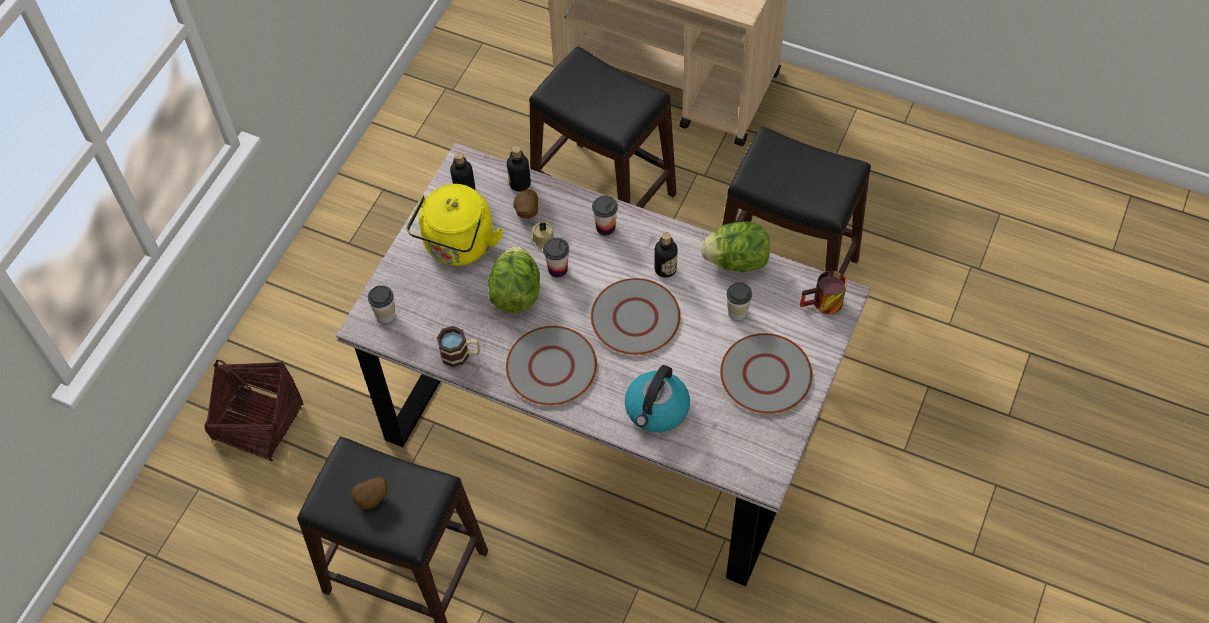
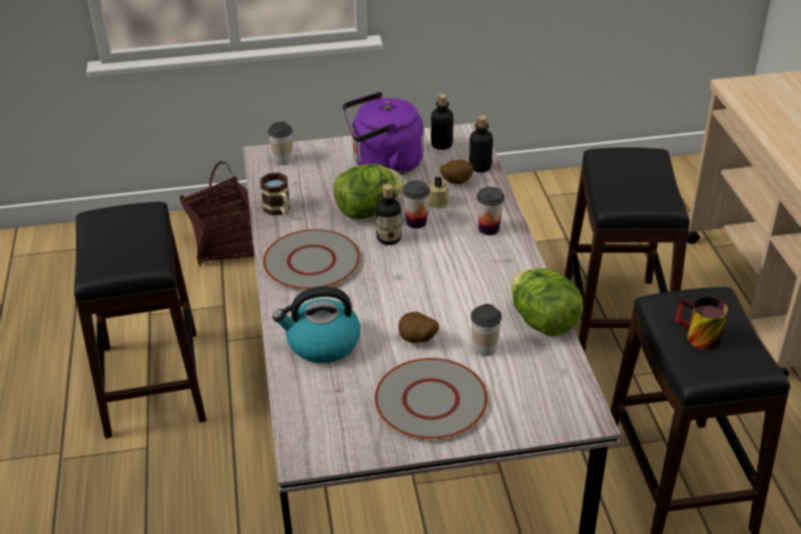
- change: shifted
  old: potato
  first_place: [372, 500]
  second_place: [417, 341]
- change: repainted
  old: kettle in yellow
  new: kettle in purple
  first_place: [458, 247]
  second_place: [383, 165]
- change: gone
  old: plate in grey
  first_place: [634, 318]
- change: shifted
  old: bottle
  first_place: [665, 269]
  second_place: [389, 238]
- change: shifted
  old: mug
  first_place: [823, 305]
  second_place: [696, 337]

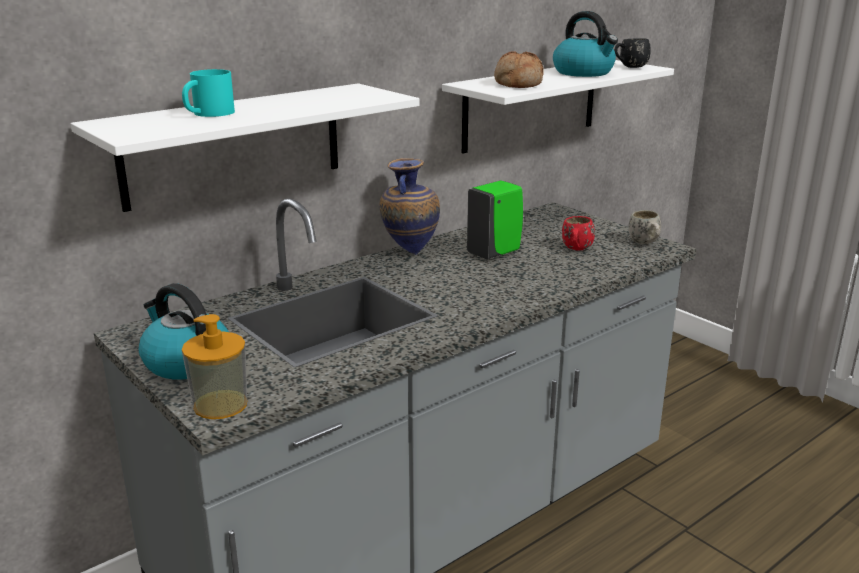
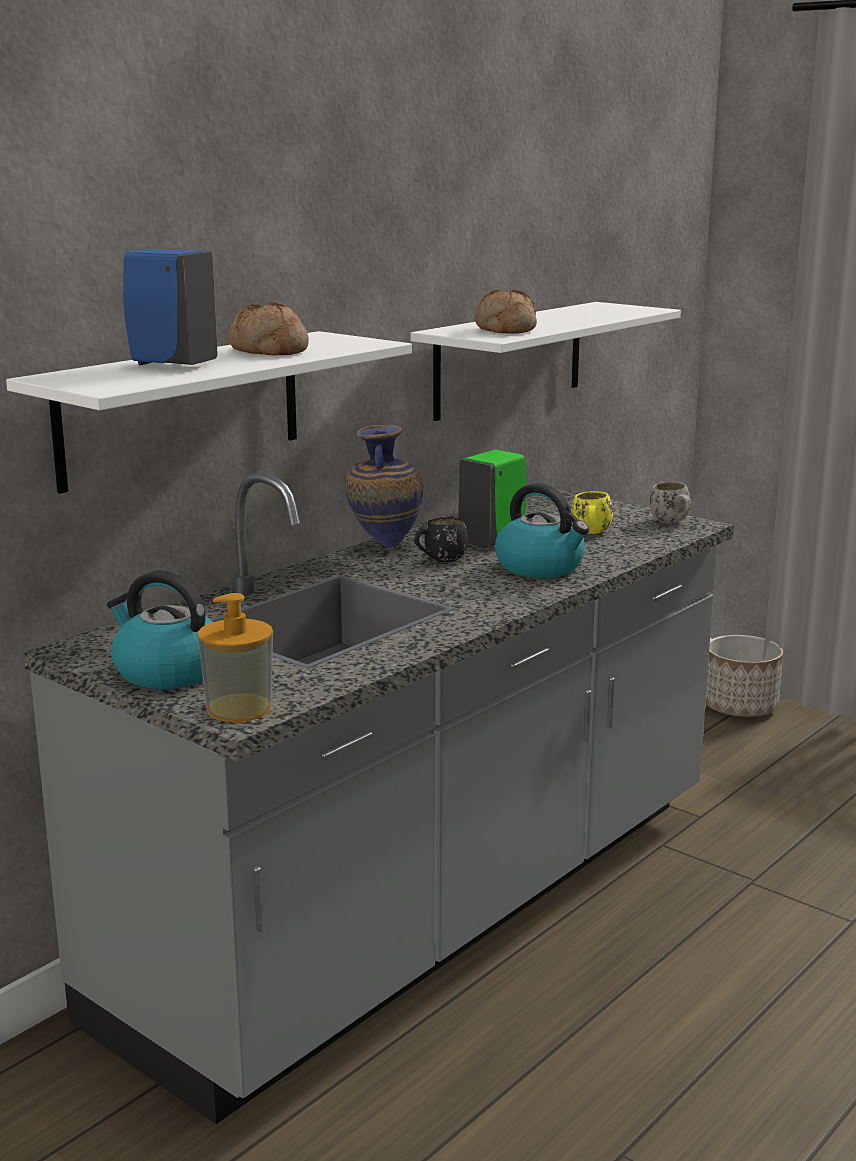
- change: swapped
  old: mug in turquoise
  new: soap dispenser in blue
  first_place: [208, 114]
  second_place: [171, 365]
- change: shifted
  old: kettle
  first_place: [584, 73]
  second_place: [541, 567]
- change: repainted
  old: mug in red
  new: mug in yellow
  first_place: [576, 250]
  second_place: [591, 533]
- change: shifted
  old: mug in black
  first_place: [629, 67]
  second_place: [440, 561]
- change: new
  new: bread
  second_place: [268, 351]
- change: new
  new: planter
  second_place: [740, 706]

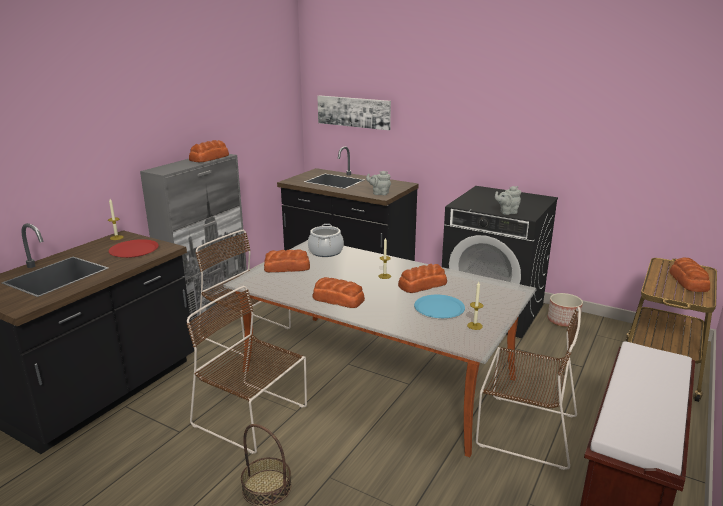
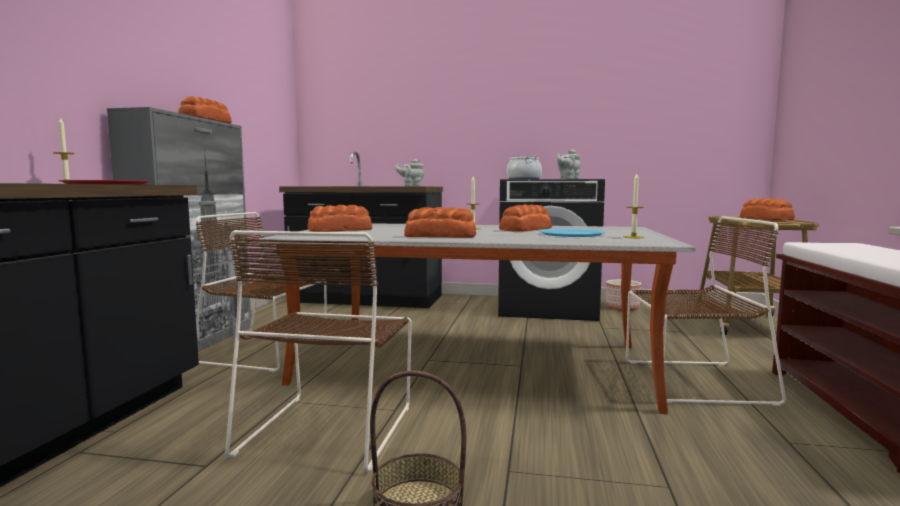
- change: rotated
  old: chair in brown
  first_place: [252, 417]
  second_place: [330, 427]
  degrees: -90
- change: shifted
  old: cooking pot
  first_place: [325, 251]
  second_place: [523, 179]
- change: gone
  old: picture
  first_place: [354, 112]

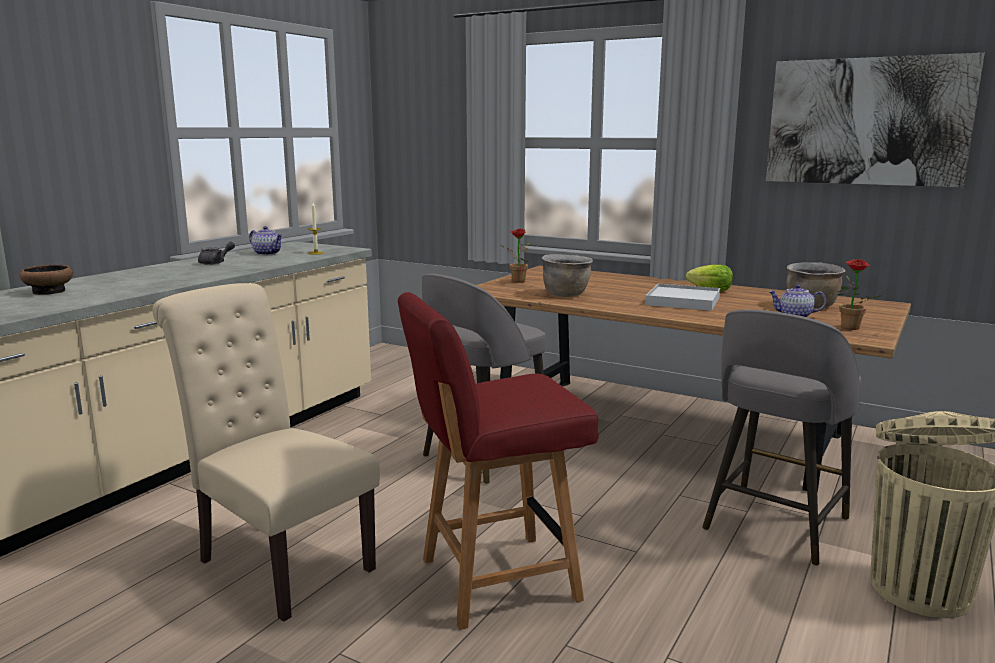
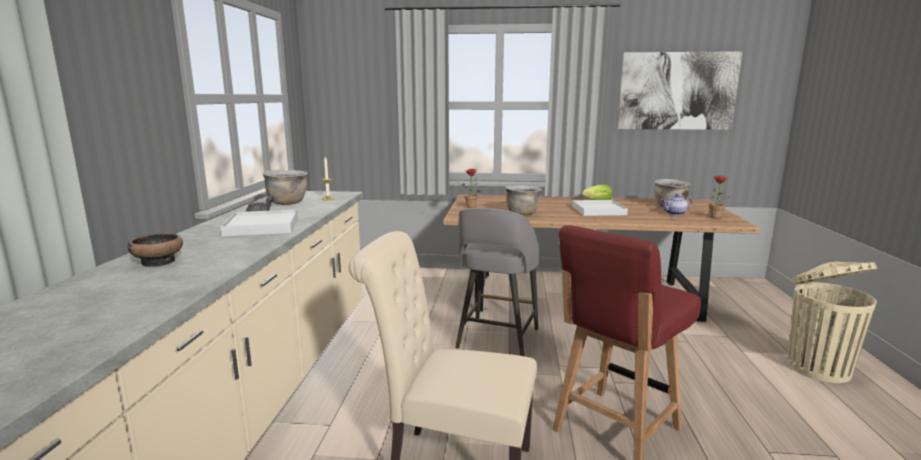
- change: swapped
  old: teapot
  new: cooking pot in brown
  first_place: [268, 254]
  second_place: [288, 203]
- change: gone
  old: stool in grey
  first_place: [774, 525]
- change: new
  new: tray in white
  second_place: [262, 226]

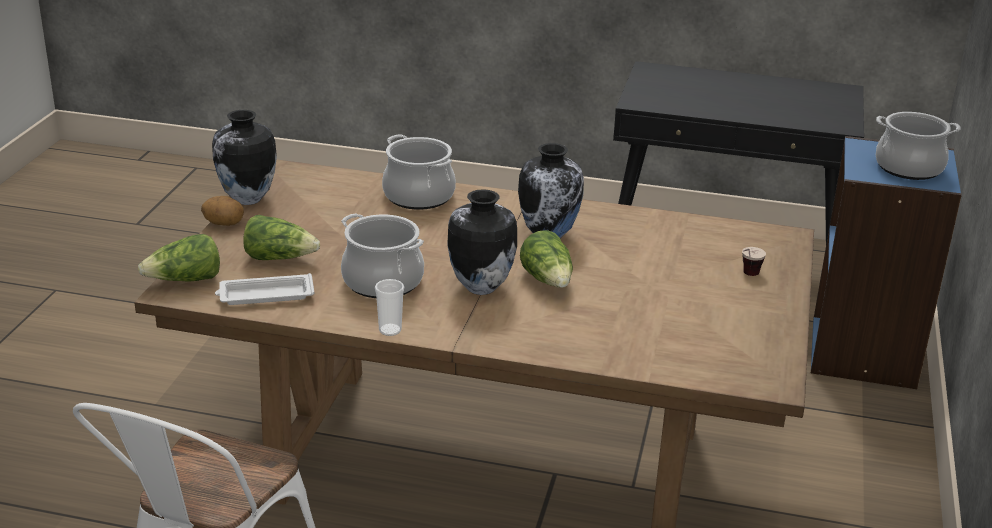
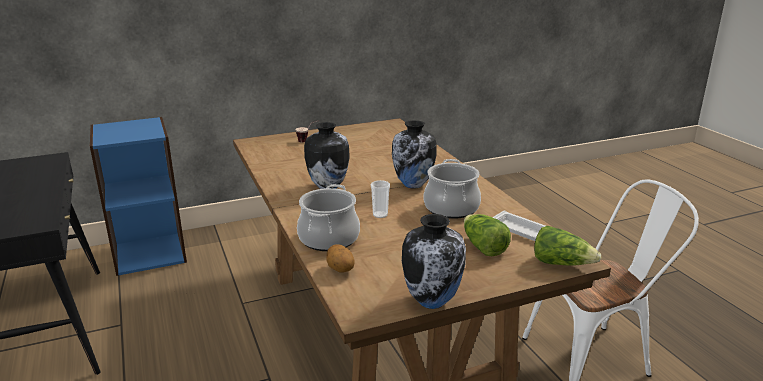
- change: shifted
  old: potato
  first_place: [224, 223]
  second_place: [340, 270]
- change: shifted
  old: cup
  first_place: [390, 330]
  second_place: [380, 215]
- change: gone
  old: lettuce
  first_place: [548, 280]
- change: gone
  old: cooking pot
  first_place: [908, 168]

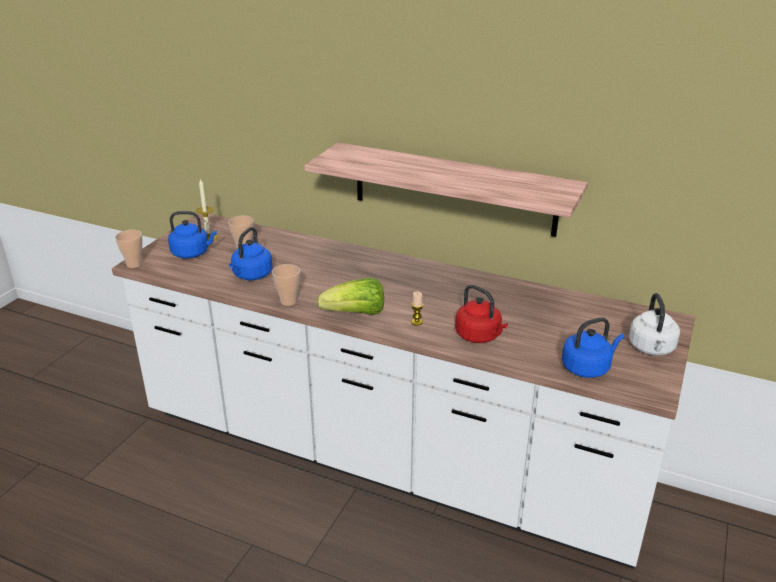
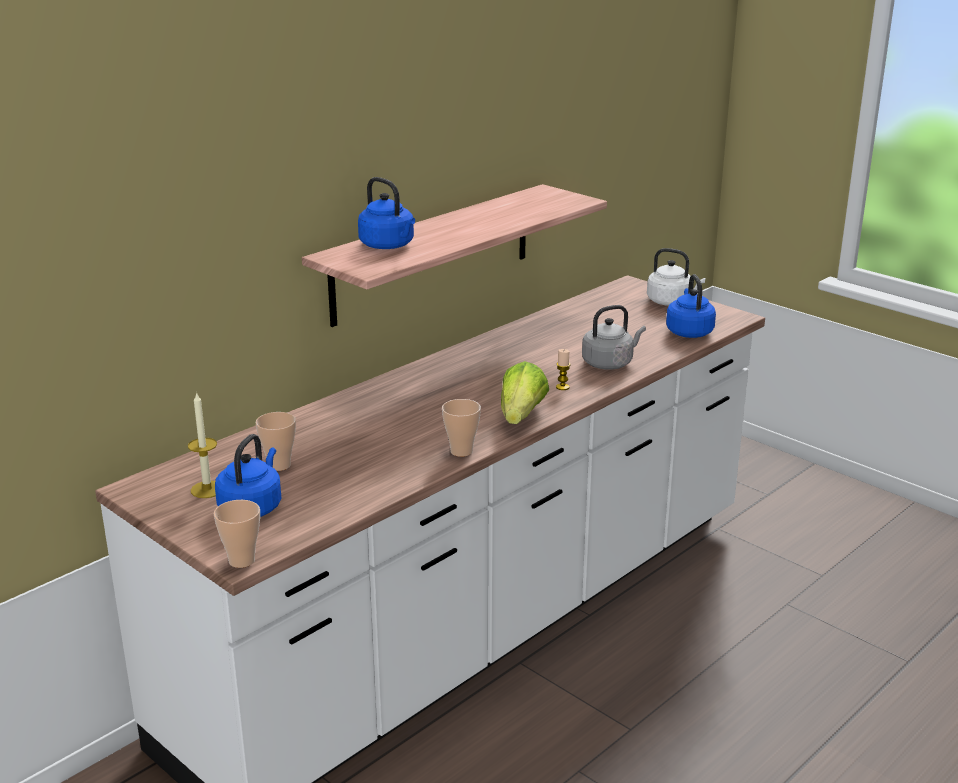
- change: shifted
  old: kettle in blue
  first_place: [251, 275]
  second_place: [389, 246]
- change: repainted
  old: kettle in red
  new: kettle in grey
  first_place: [479, 336]
  second_place: [609, 363]

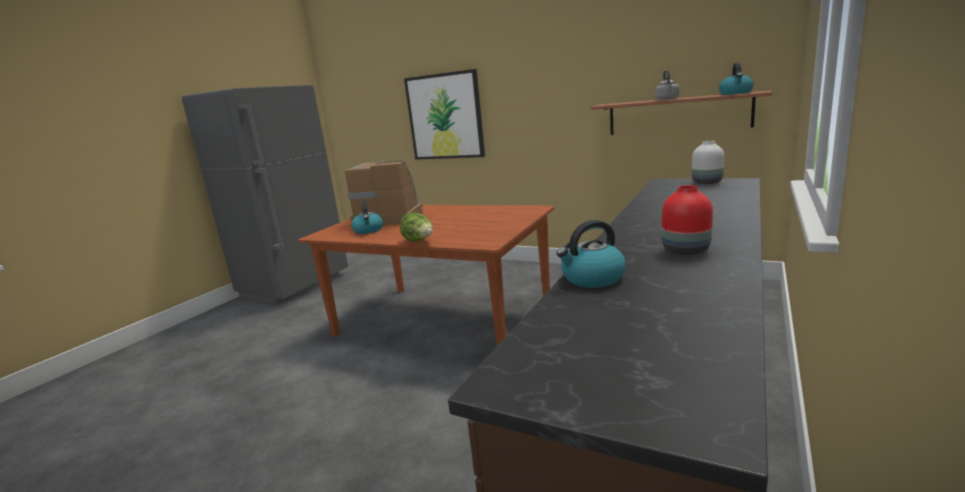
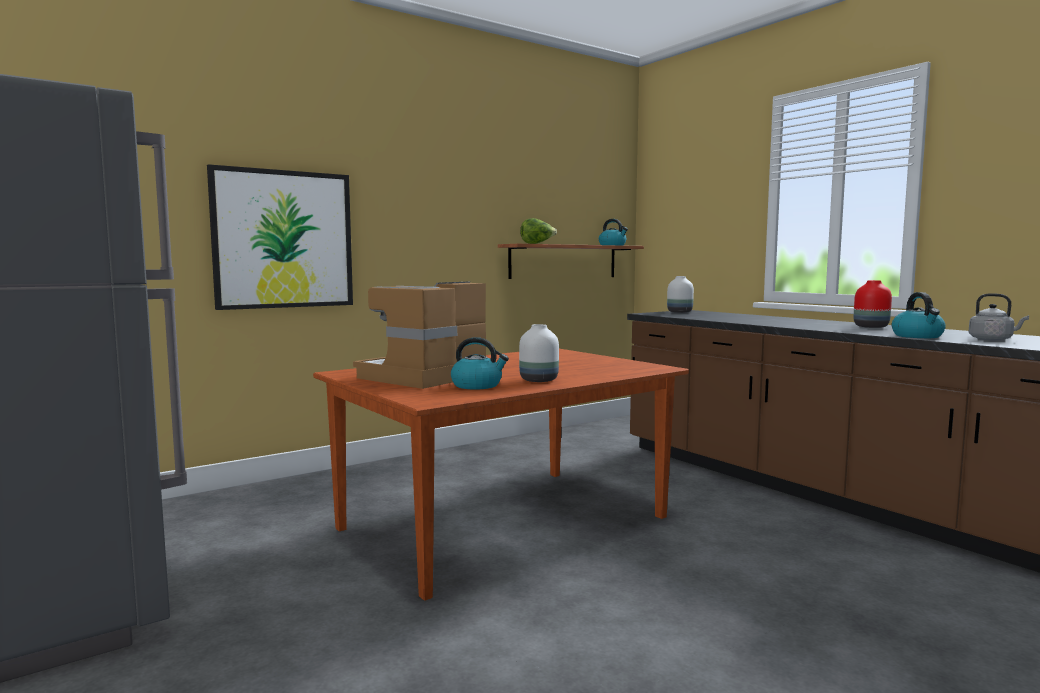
- change: shifted
  old: lettuce
  first_place: [419, 241]
  second_place: [537, 243]
- change: shifted
  old: kettle in grey
  first_place: [667, 99]
  second_place: [993, 339]
- change: new
  new: vase in white
  second_place: [538, 380]

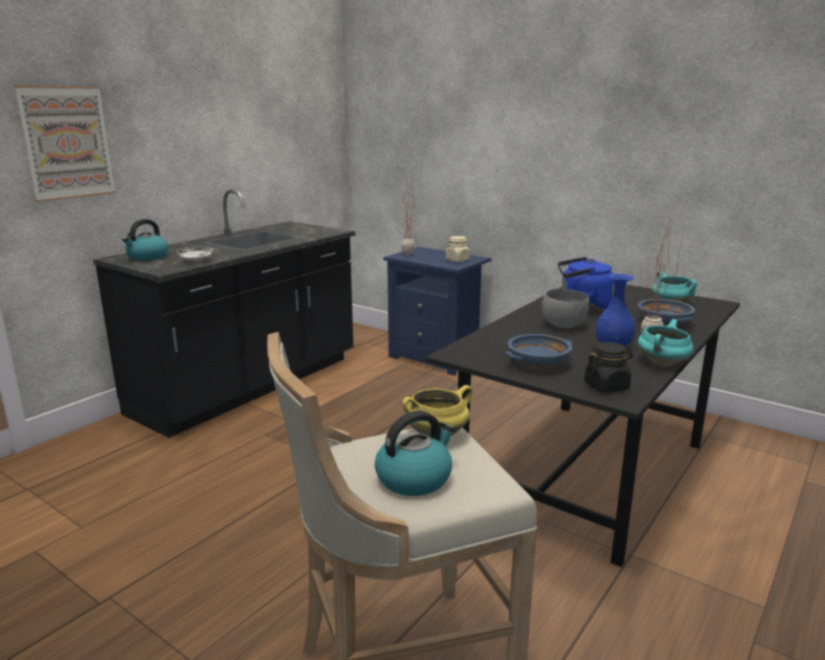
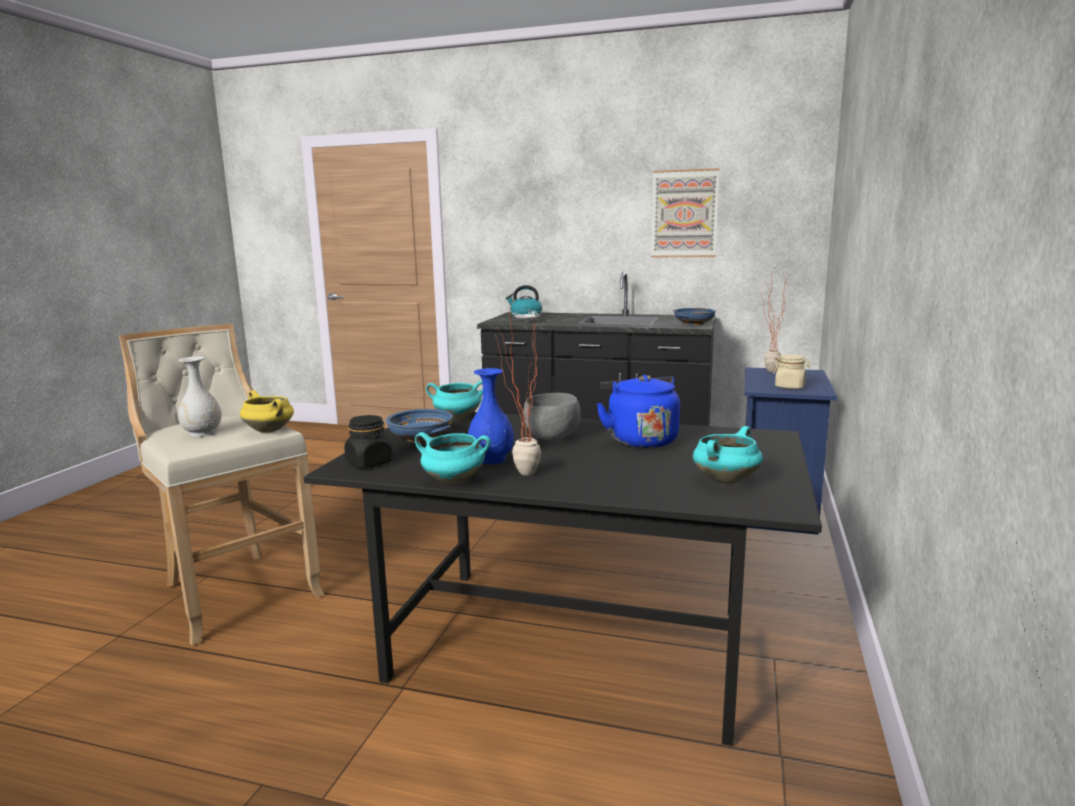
- change: shifted
  old: picture
  first_place: [67, 142]
  second_place: [684, 214]
- change: swapped
  old: kettle
  new: vase in white
  first_place: [414, 478]
  second_place: [203, 433]
- change: shifted
  old: bowl in blue
  first_place: [664, 323]
  second_place: [694, 323]
- change: new
  new: cooking pot in turquoise
  second_place: [457, 418]

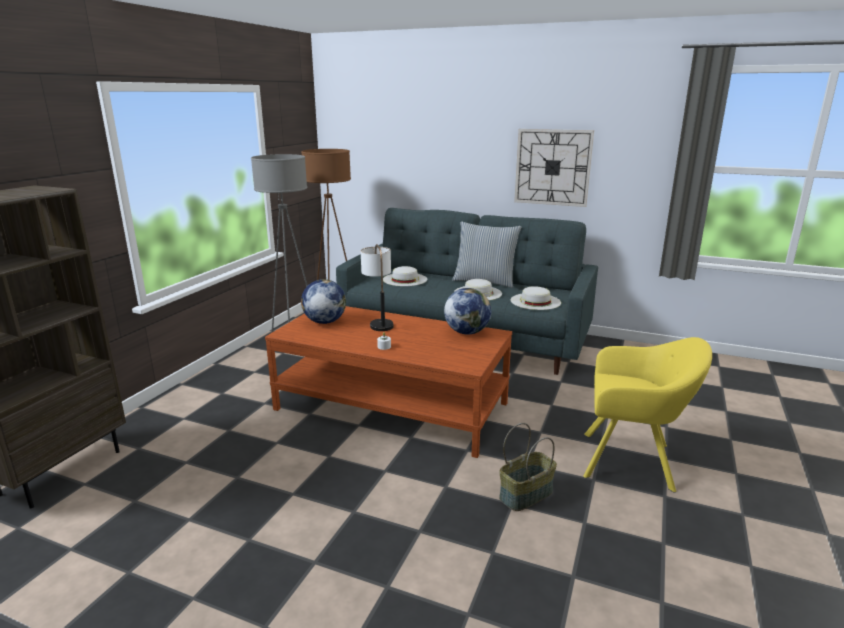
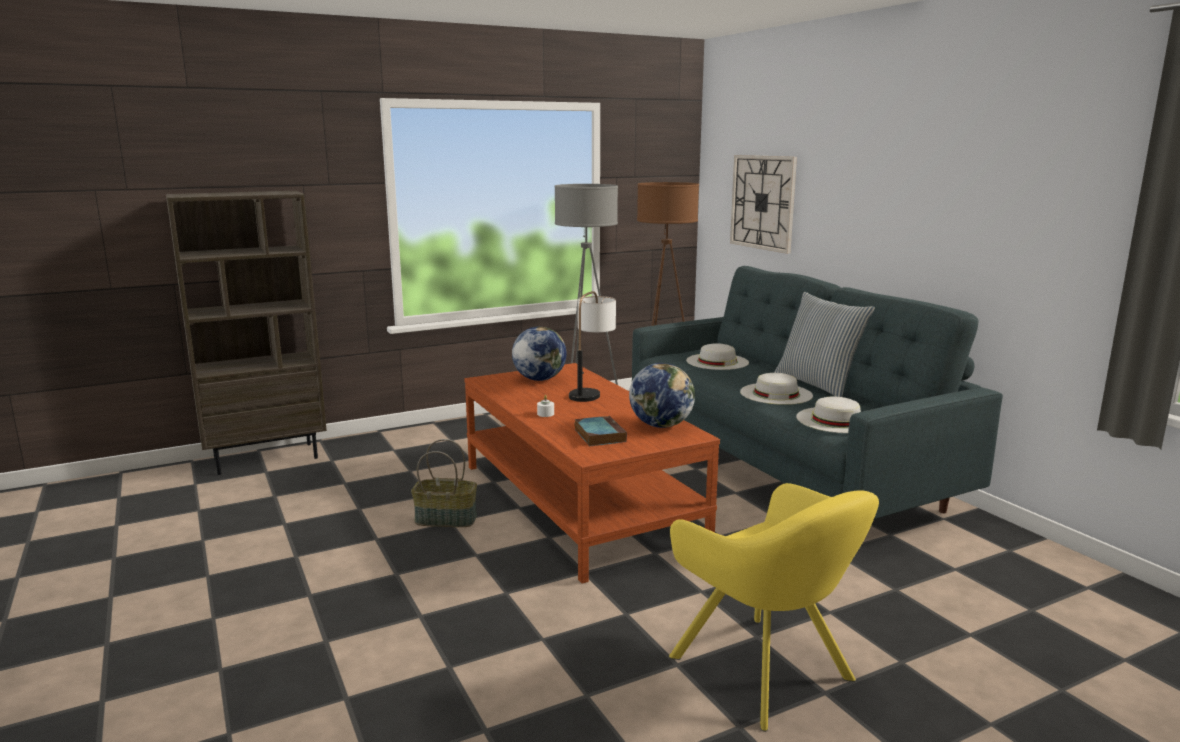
- change: shifted
  old: basket
  first_place: [525, 494]
  second_place: [446, 519]
- change: shifted
  old: wall clock
  first_place: [552, 167]
  second_place: [763, 202]
- change: new
  new: book
  second_place: [599, 435]

